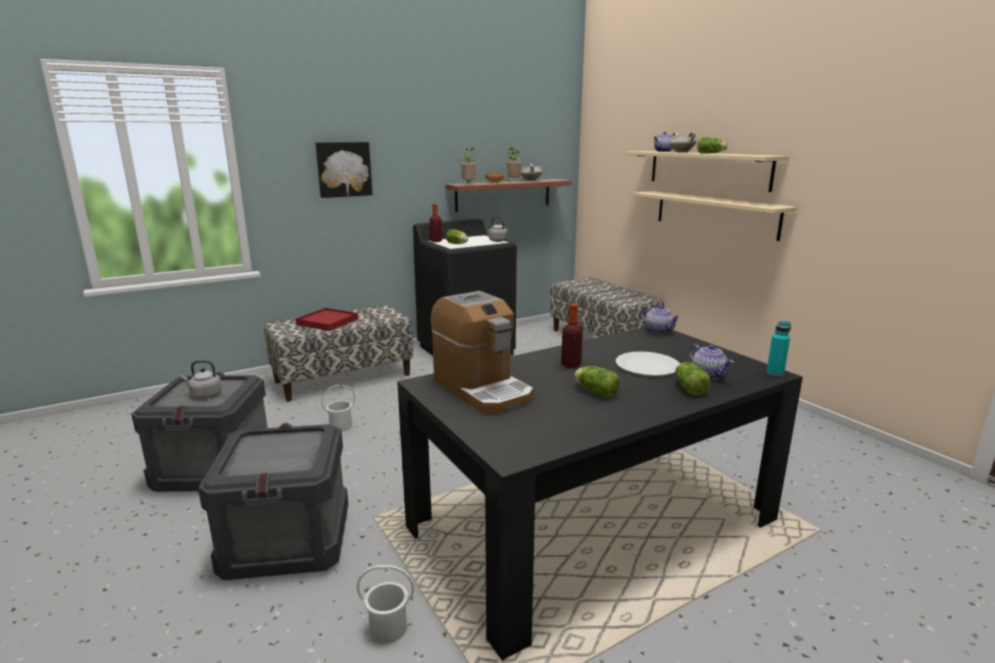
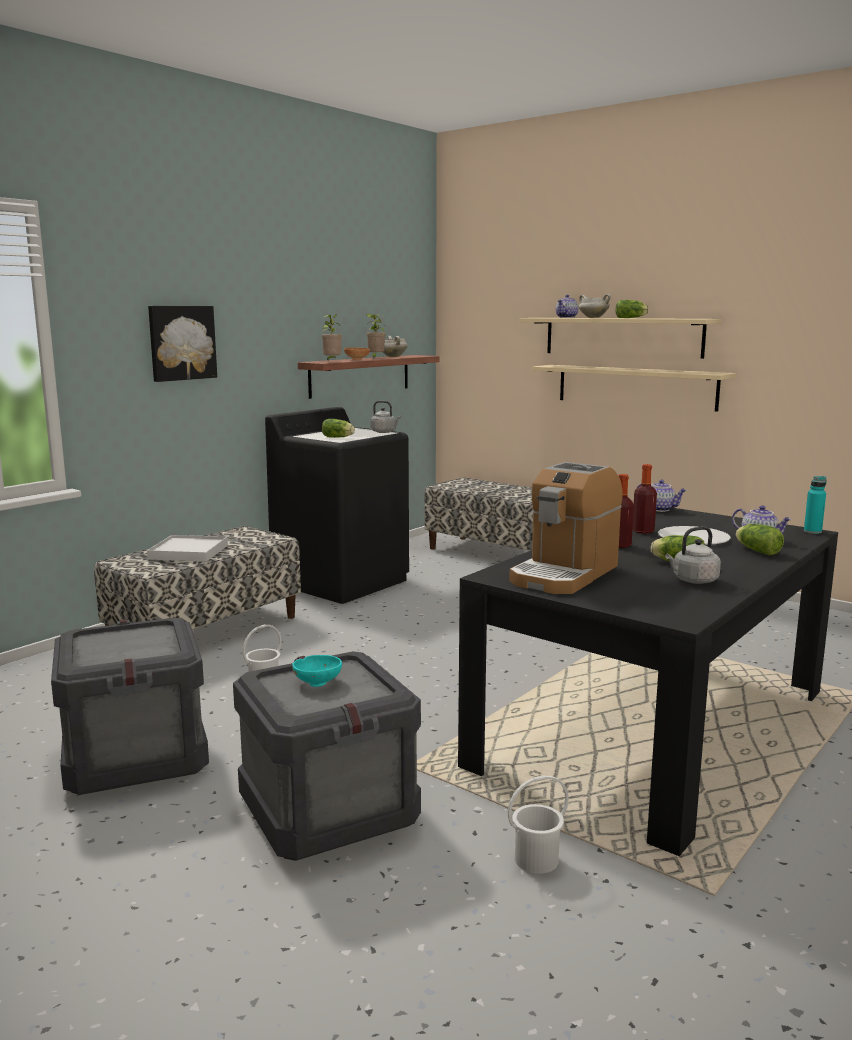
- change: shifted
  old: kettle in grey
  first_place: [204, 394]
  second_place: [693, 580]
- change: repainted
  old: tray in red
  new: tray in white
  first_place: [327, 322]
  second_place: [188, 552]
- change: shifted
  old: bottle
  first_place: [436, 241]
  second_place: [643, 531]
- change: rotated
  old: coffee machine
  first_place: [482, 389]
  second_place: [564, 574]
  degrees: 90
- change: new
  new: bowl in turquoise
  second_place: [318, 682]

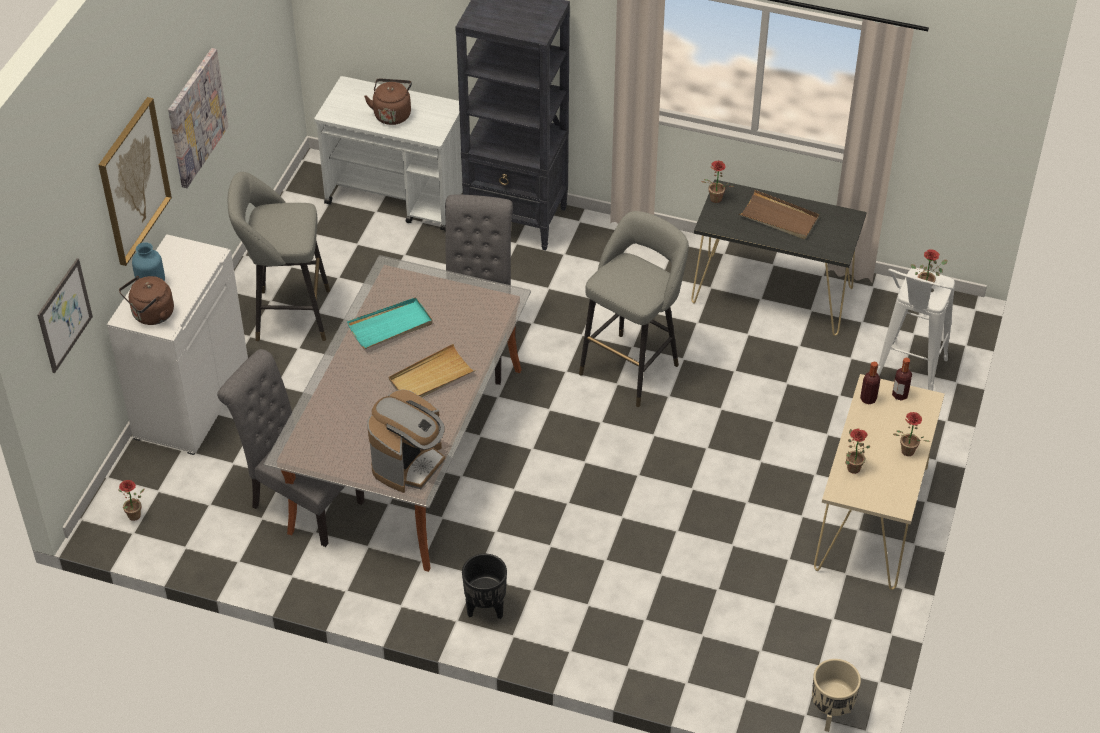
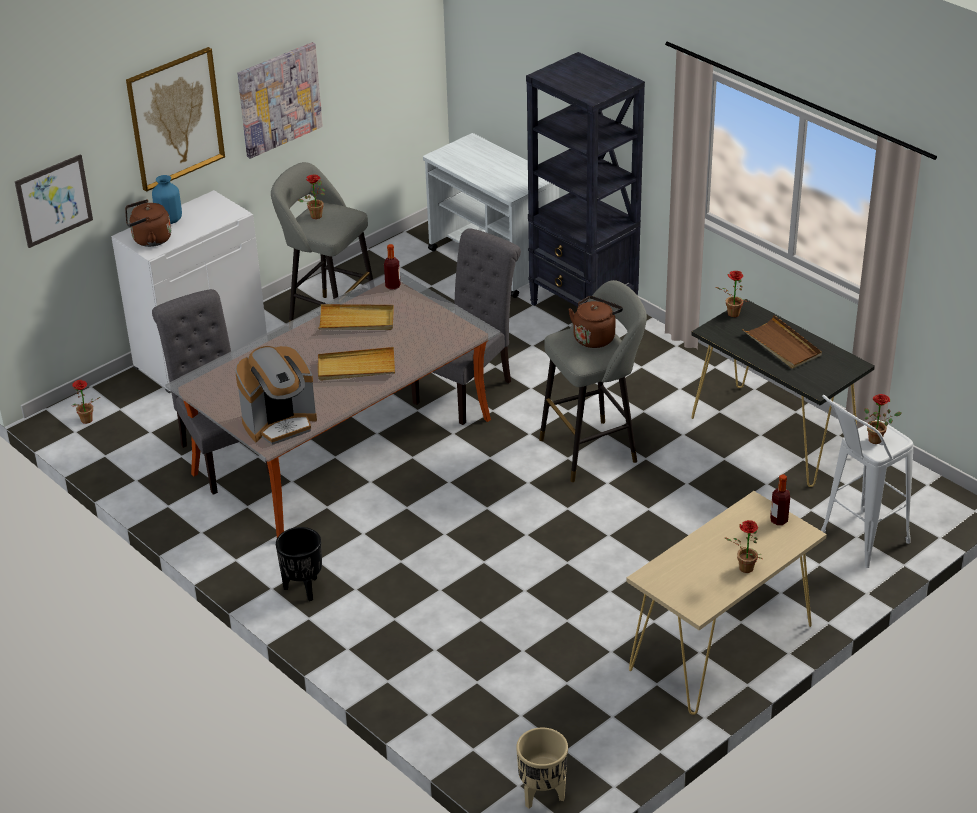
- change: repainted
  old: tray in turquoise
  new: tray in beige
  first_place: [391, 326]
  second_place: [357, 320]
- change: shifted
  old: kettle in brown
  first_place: [392, 114]
  second_place: [595, 337]
- change: shifted
  old: potted plant
  first_place: [851, 466]
  second_place: [316, 215]
- change: shifted
  old: bottle
  first_place: [868, 399]
  second_place: [393, 286]

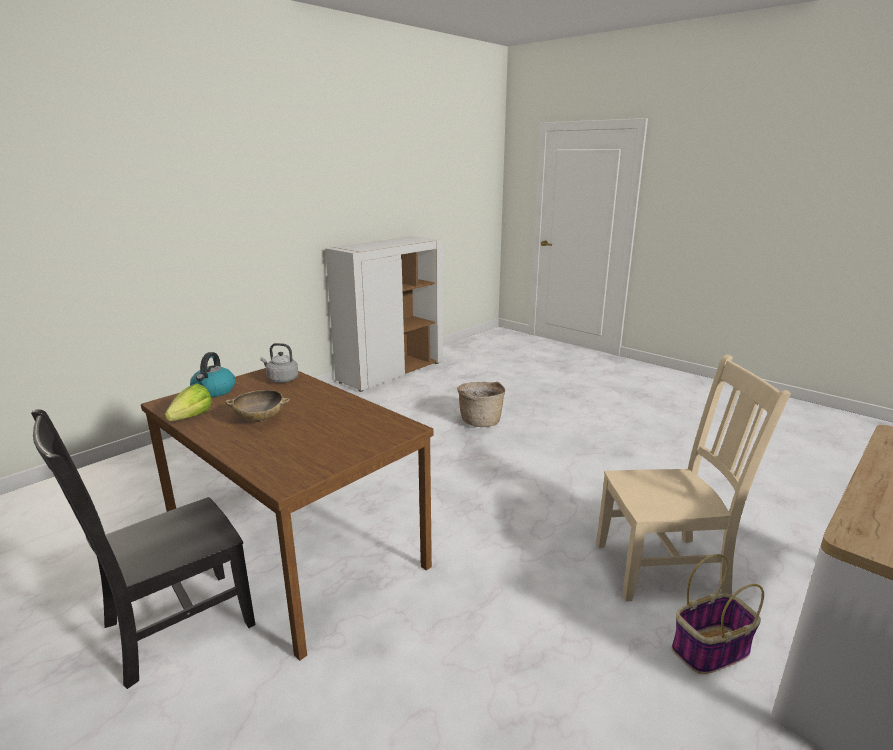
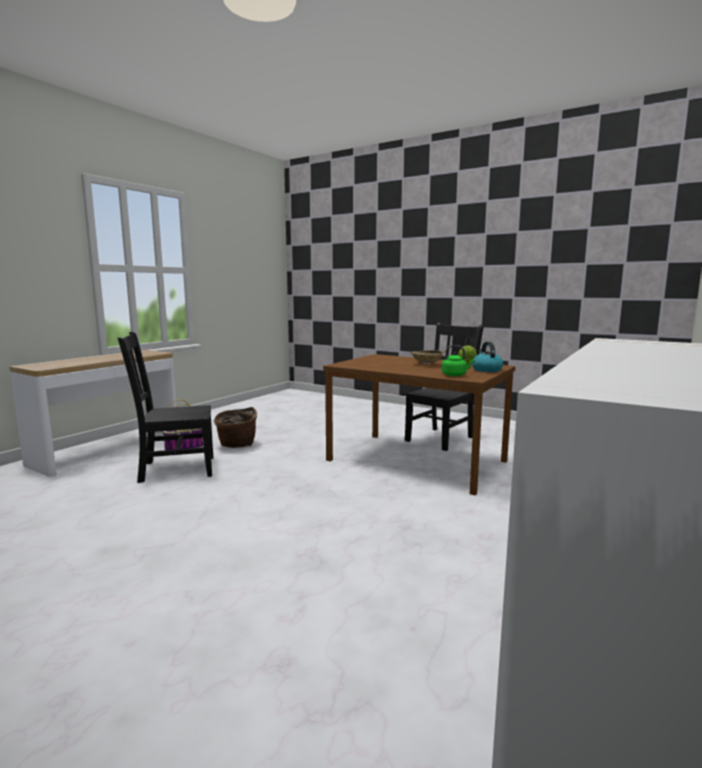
- change: repainted
  old: kettle in grey
  new: kettle in green
  first_place: [281, 379]
  second_place: [455, 375]
- change: shifted
  old: basket
  first_place: [480, 421]
  second_place: [237, 445]
- change: repainted
  old: chair in beige
  new: chair in black
  first_place: [664, 567]
  second_place: [174, 469]

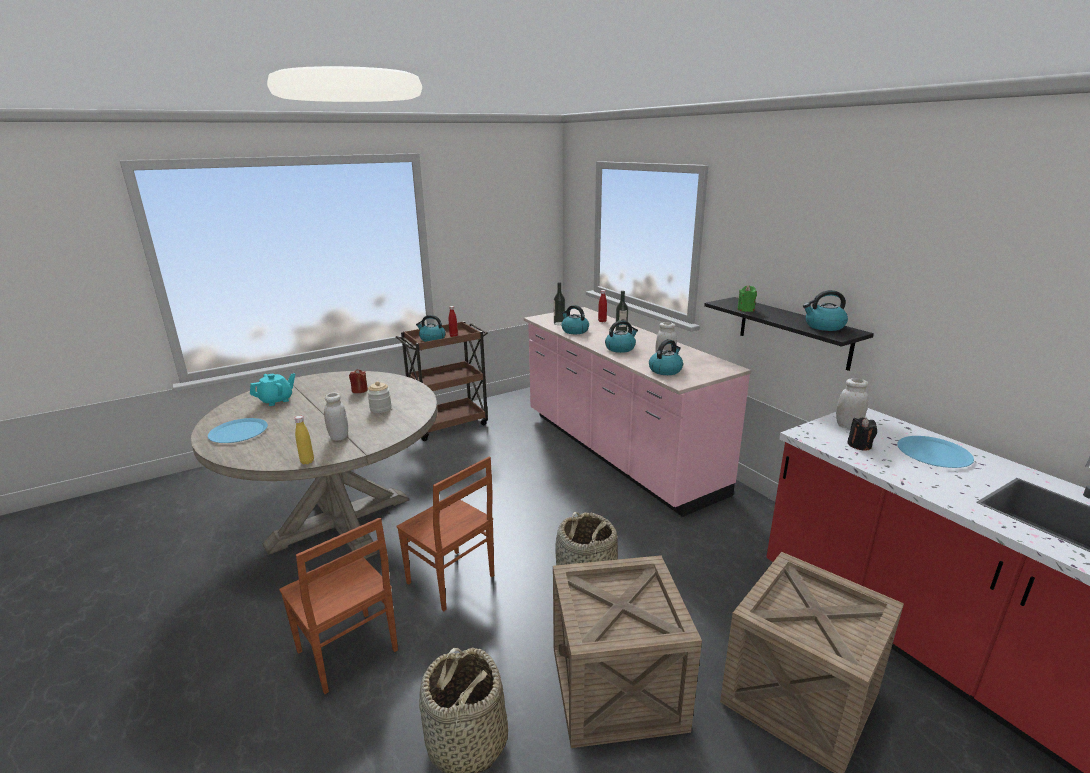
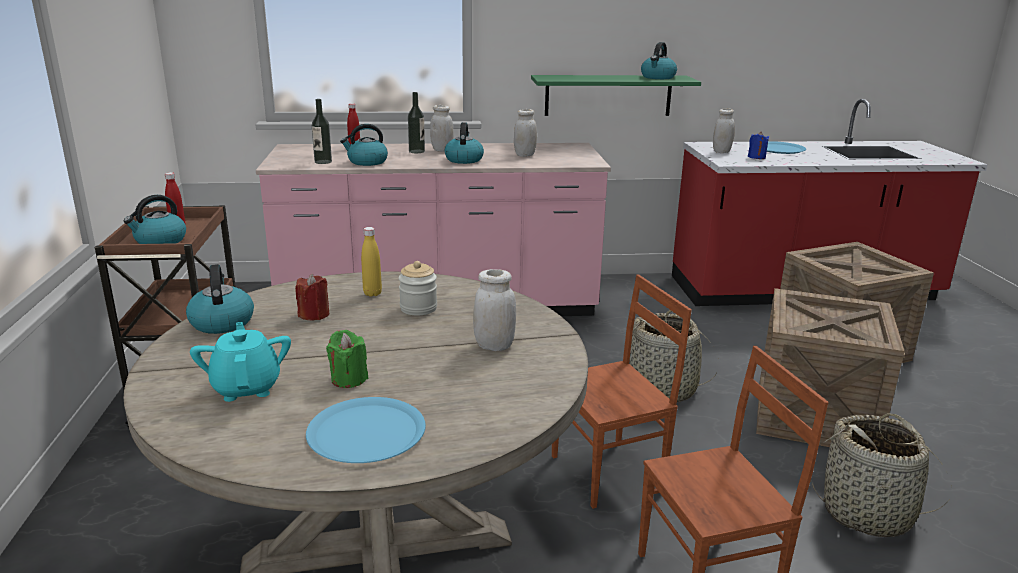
- change: shifted
  old: bottle in yellow
  first_place: [307, 461]
  second_place: [372, 293]
- change: shifted
  old: kettle
  first_place: [665, 370]
  second_place: [221, 322]
- change: repainted
  old: shelf in black
  new: shelf in green
  first_place: [793, 332]
  second_place: [608, 95]
- change: shifted
  old: candle in green
  first_place: [745, 309]
  second_place: [349, 379]
- change: repainted
  old: candle in black
  new: candle in blue
  first_place: [859, 445]
  second_place: [756, 157]
- change: new
  new: jar in white
  second_place: [442, 150]

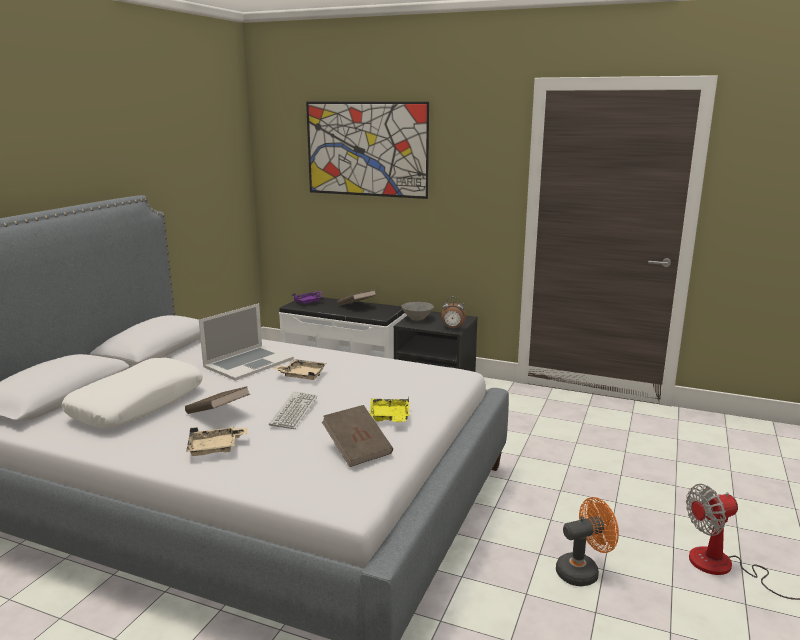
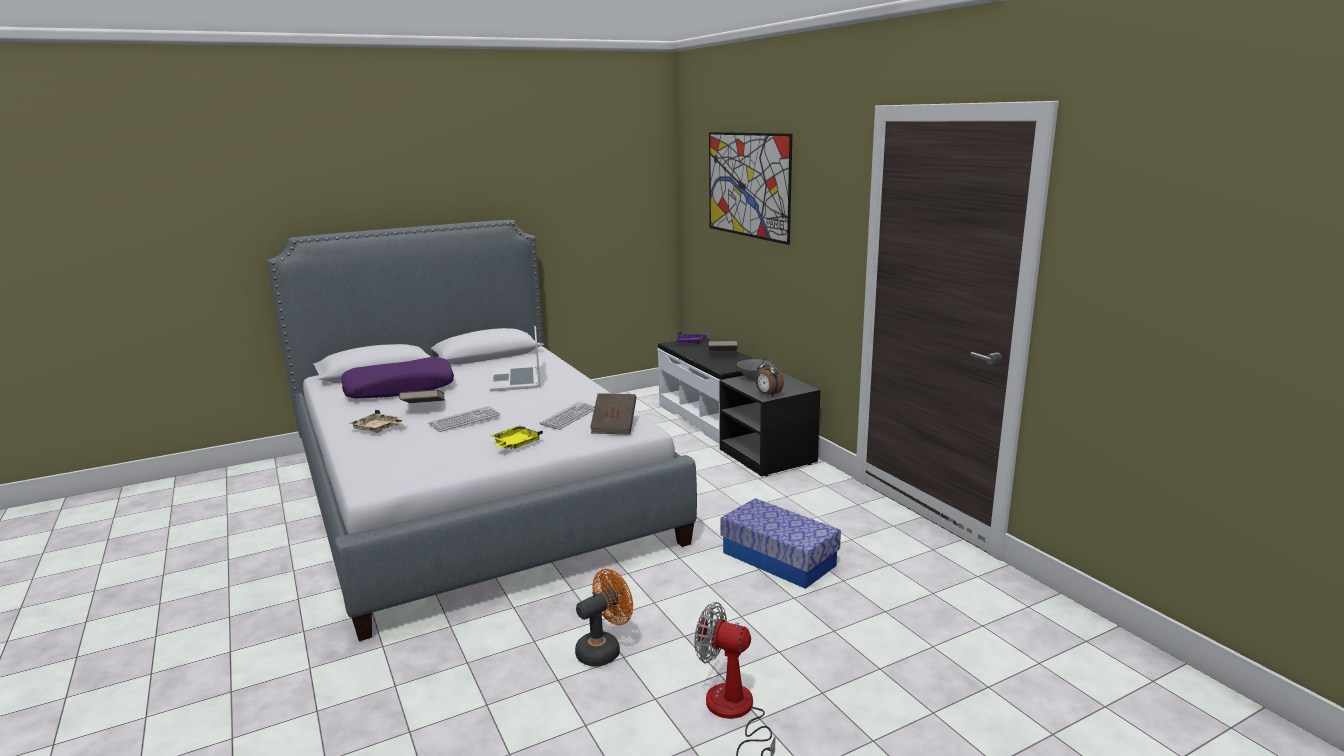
- change: repainted
  old: pillow in white
  new: pillow in purple
  first_place: [137, 404]
  second_place: [400, 389]
- change: rotated
  old: laptop
  first_place: [248, 363]
  second_place: [516, 379]
  degrees: 90
- change: gone
  old: tray in beige
  first_place: [302, 375]
- change: shifted
  old: book in brown
  first_place: [357, 449]
  second_place: [614, 426]
- change: rotated
  old: fan in orange
  first_place: [583, 571]
  second_place: [604, 649]
  degrees: -60
- change: new
  new: keyboard
  second_place: [569, 417]
- change: new
  new: storage box
  second_place: [779, 559]

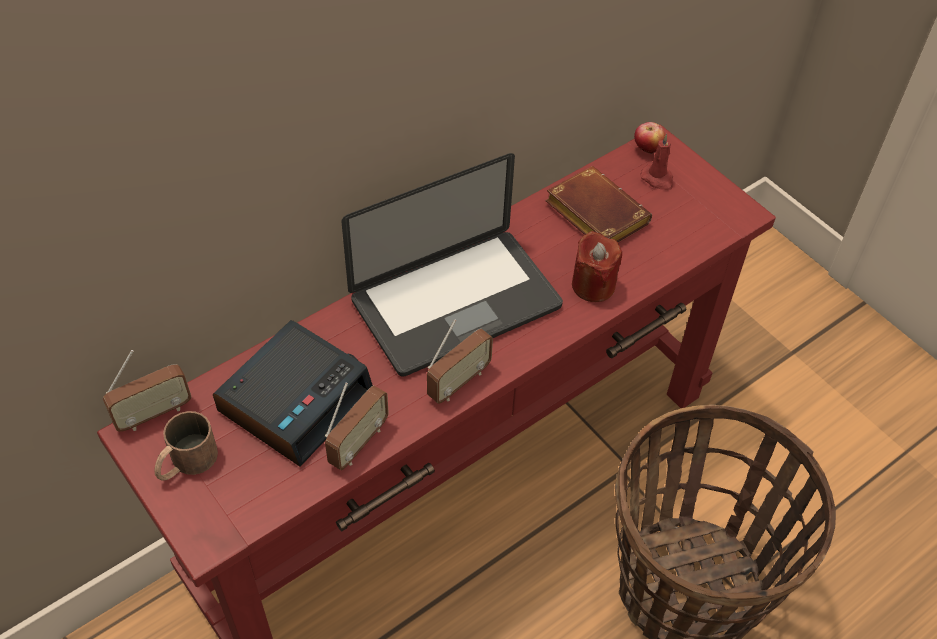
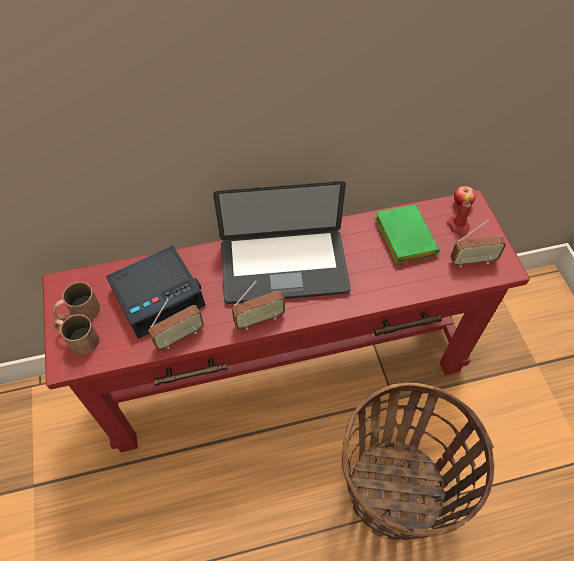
- change: shifted
  old: radio
  first_place: [153, 414]
  second_place: [472, 261]
- change: repainted
  old: book in brown
  new: book in green
  first_place: [593, 214]
  second_place: [402, 237]
- change: gone
  old: candle in red
  first_place: [593, 285]
- change: new
  new: mug in brown
  second_place: [77, 338]

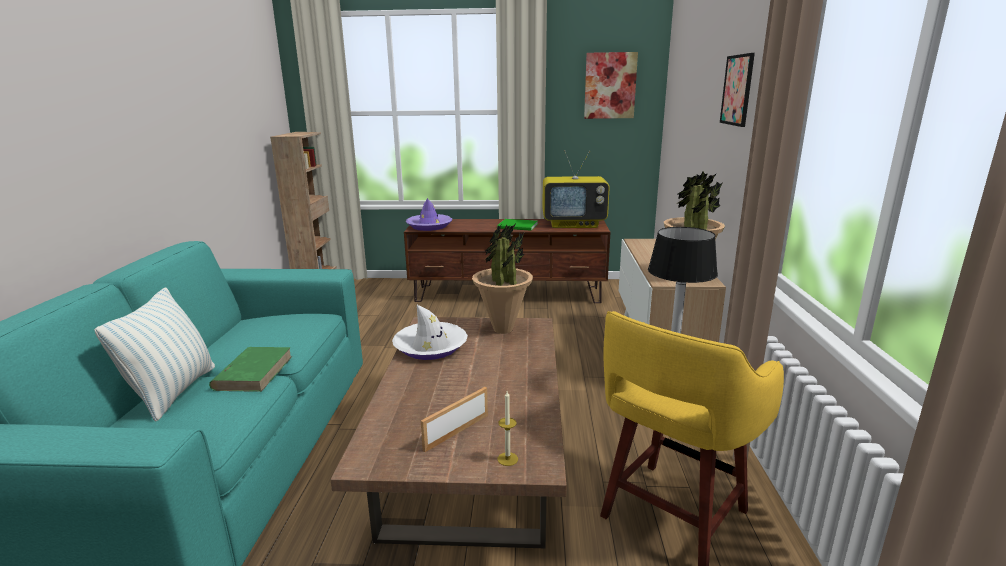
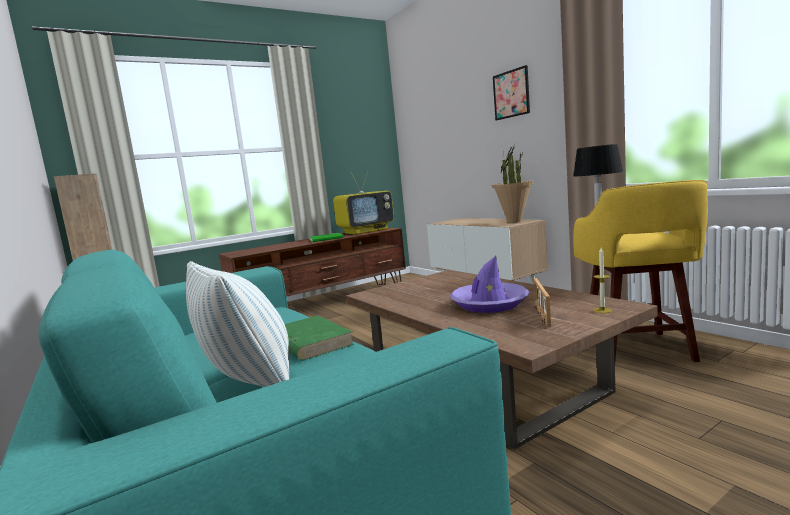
- change: gone
  old: hat in white
  first_place: [430, 347]
- change: shifted
  old: hat in purple
  first_place: [429, 226]
  second_place: [489, 304]
- change: gone
  old: potted plant
  first_place: [503, 329]
- change: gone
  old: picture
  first_place: [610, 86]

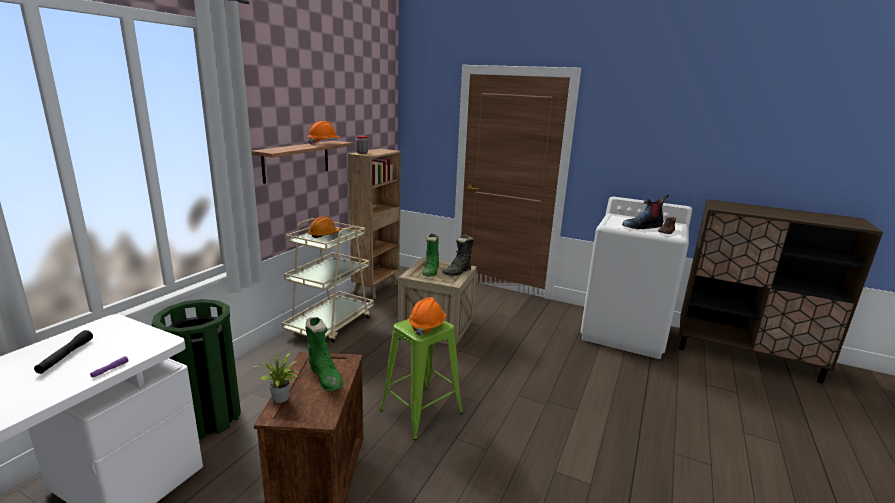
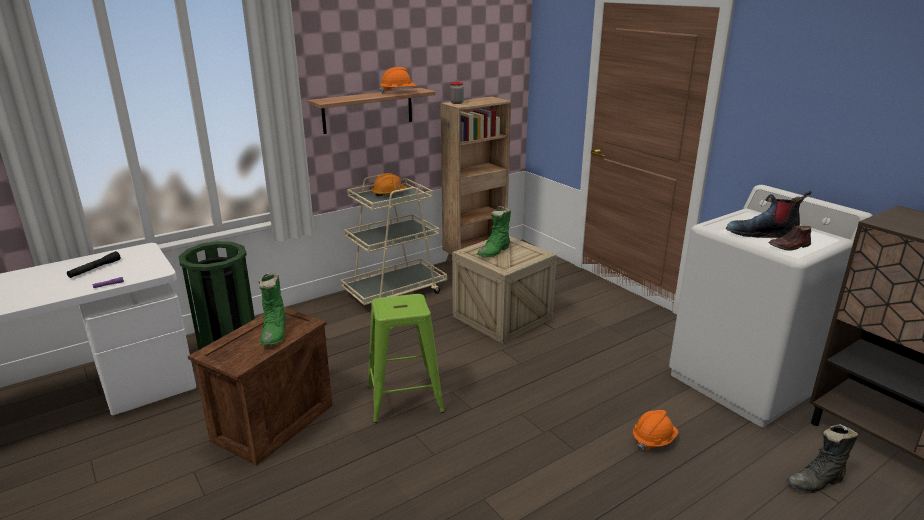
- change: gone
  old: potted plant
  first_place: [281, 399]
- change: shifted
  old: hard hat in orange
  first_place: [427, 327]
  second_place: [653, 440]
- change: shifted
  old: boot in black
  first_place: [458, 272]
  second_place: [816, 482]

